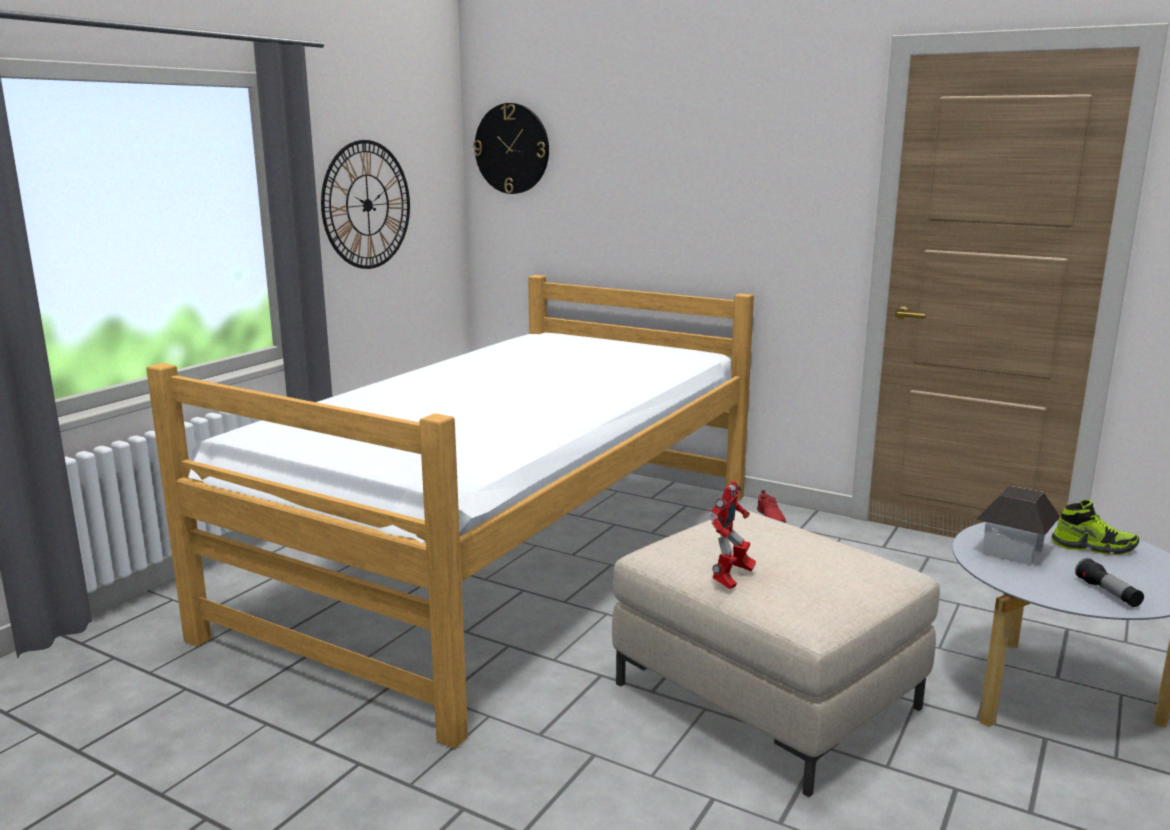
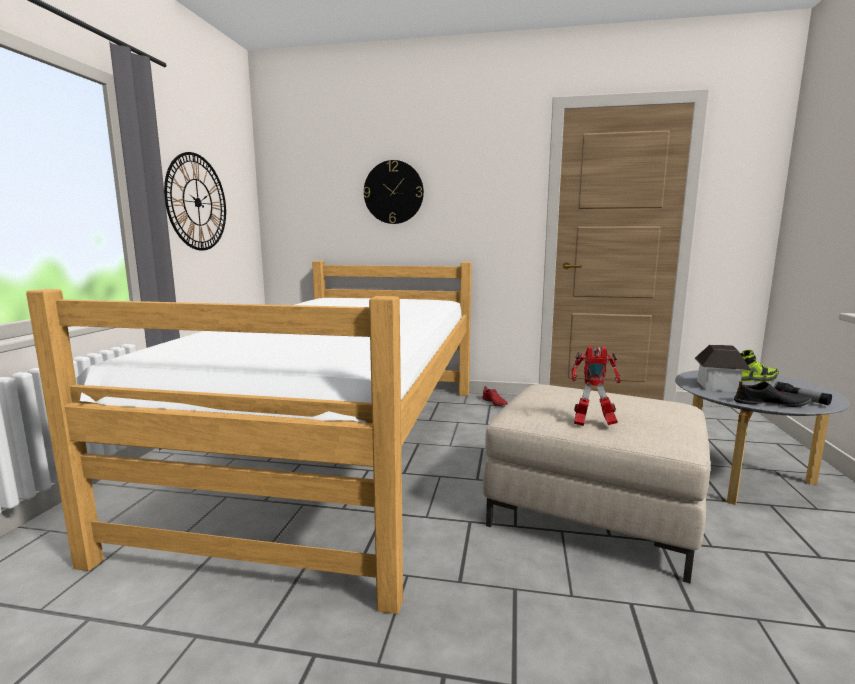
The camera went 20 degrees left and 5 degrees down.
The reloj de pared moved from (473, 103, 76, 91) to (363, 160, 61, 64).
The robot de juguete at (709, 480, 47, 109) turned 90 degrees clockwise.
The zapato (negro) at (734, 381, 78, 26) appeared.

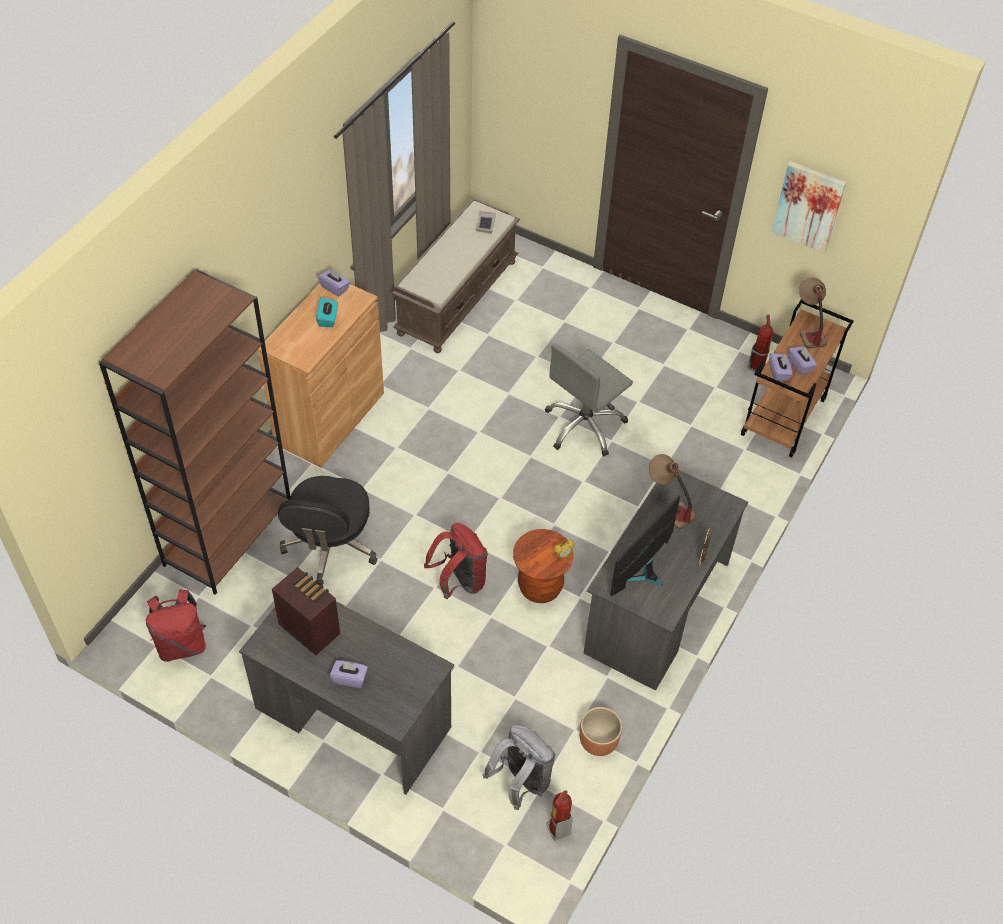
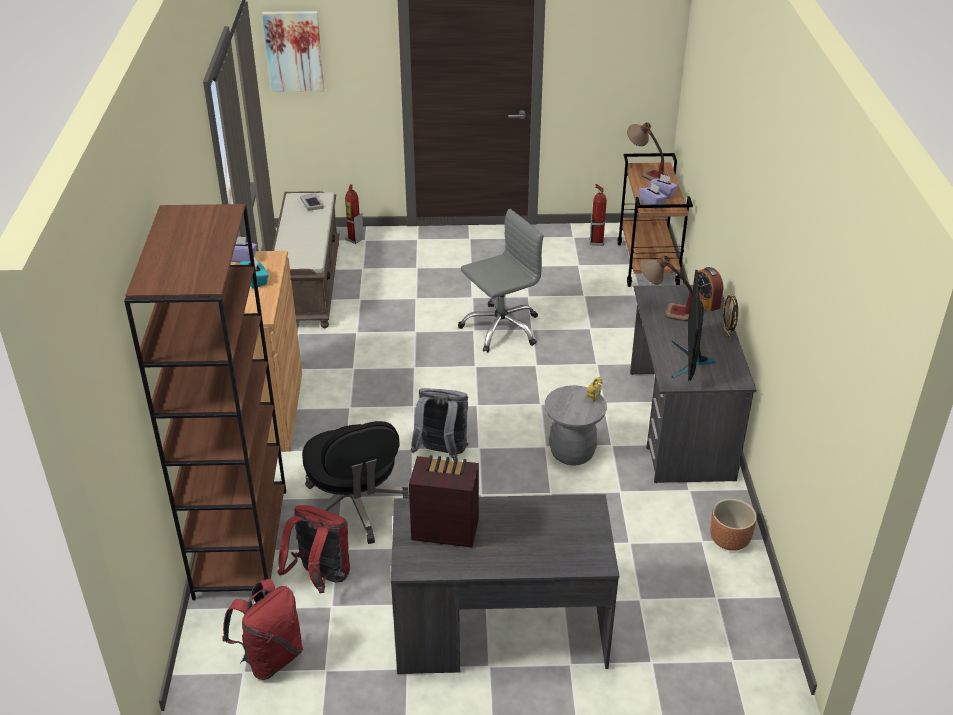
The camera went 30 degrees left and 15 degrees down.
The caja de pañuelos (morado) at (330, 660, 38, 28) disappeared.
The mochila (rojo) moved from (424, 523, 64, 76) to (278, 505, 72, 88).
The mochila (gris) moved from (482, 725, 73, 85) to (411, 388, 57, 73).
The taburete (marrón) at (513, 529, 60, 74) became the taburete (gris) at (545, 385, 62, 81).
The silla de oficina (gris) at (545, 343, 88, 113) turned 135 degrees counterclockwise.
The extintor moved from (546, 790, 27, 51) to (345, 184, 19, 60).
The cuadro moved from (772, 161, 74, 92) to (262, 11, 62, 81).
The despertador at (692, 267, 32, 45) appeared.

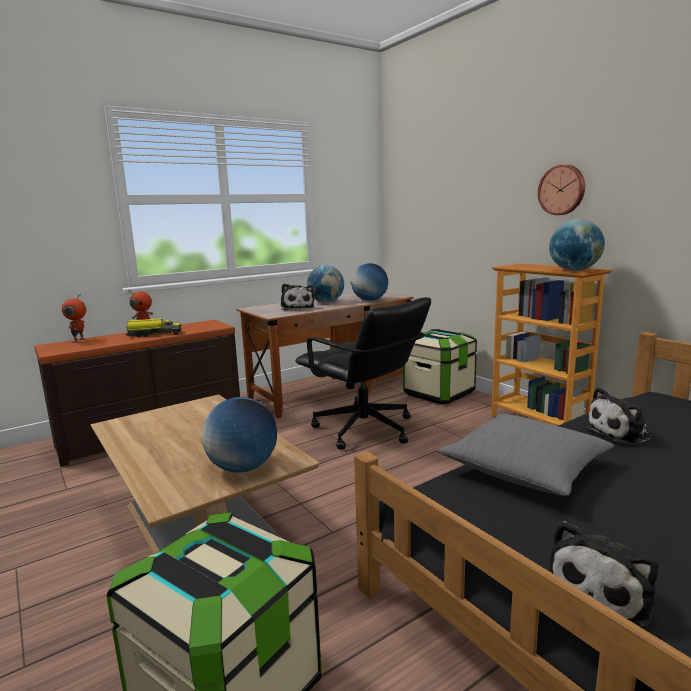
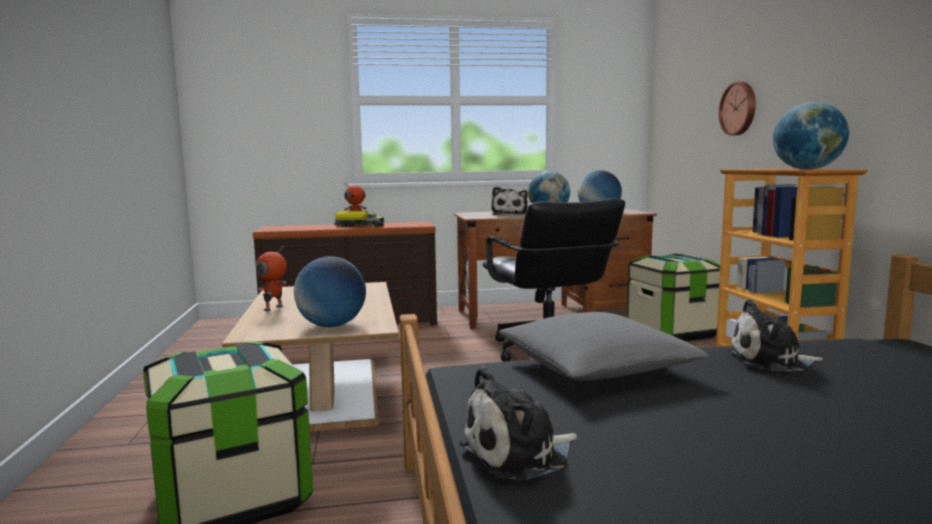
The camera went 25 degrees right and 5 degrees down.
The robot de juguete moved from (62, 294, 24, 49) to (256, 246, 31, 65).
The reloj de pared moved from (538, 164, 47, 51) to (719, 82, 37, 54).

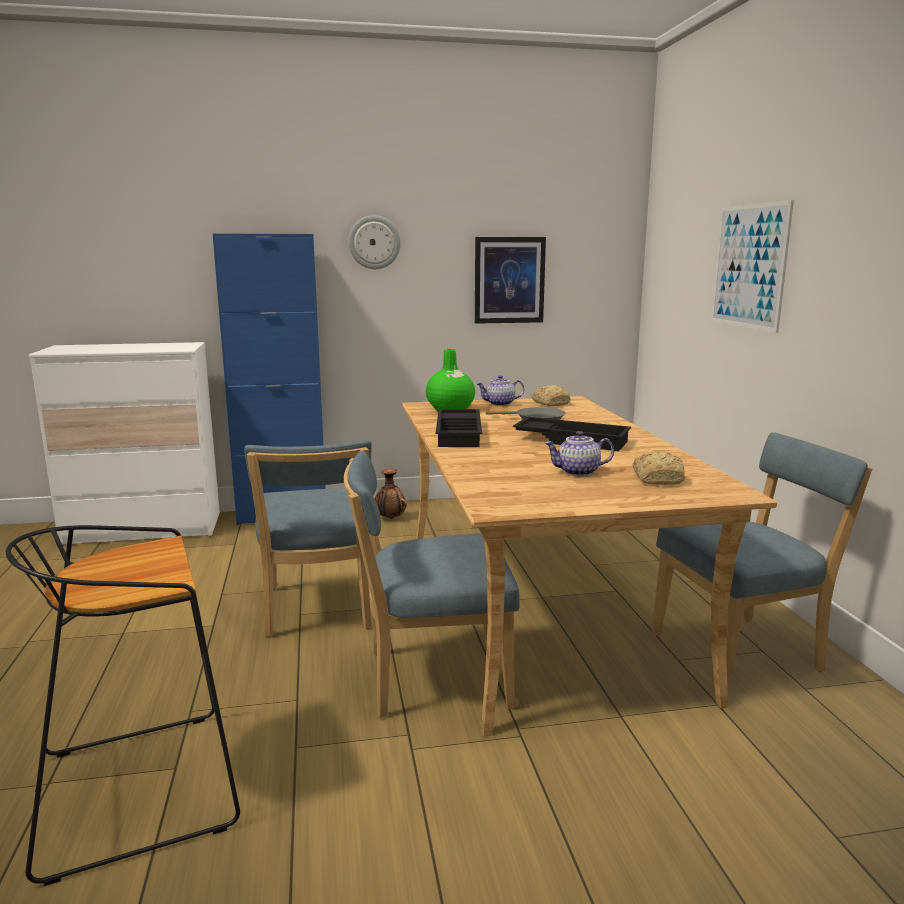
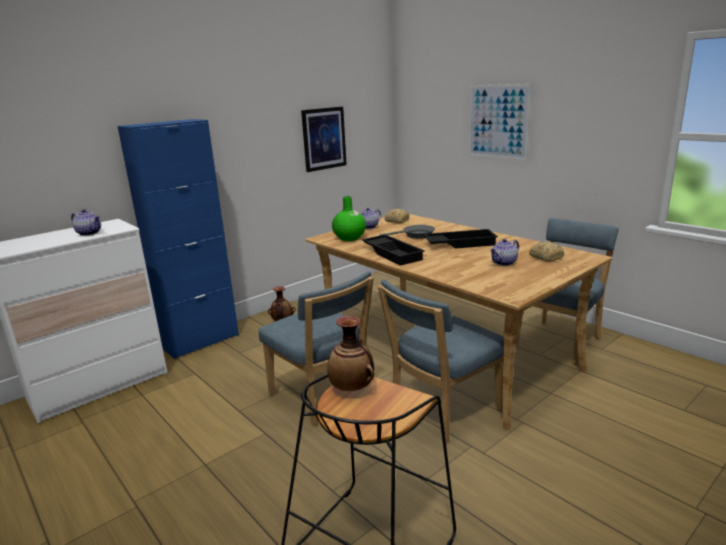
The camera went 30 degrees left and 5 degrees up.
The reloj de pared at (348, 215, 53, 54) disappeared.
The tetera at (71, 209, 30, 27) appeared.
The florero at (327, 316, 47, 75) appeared.

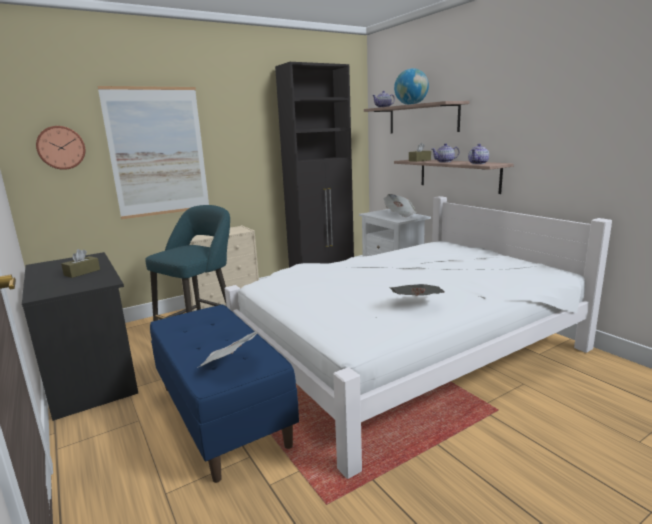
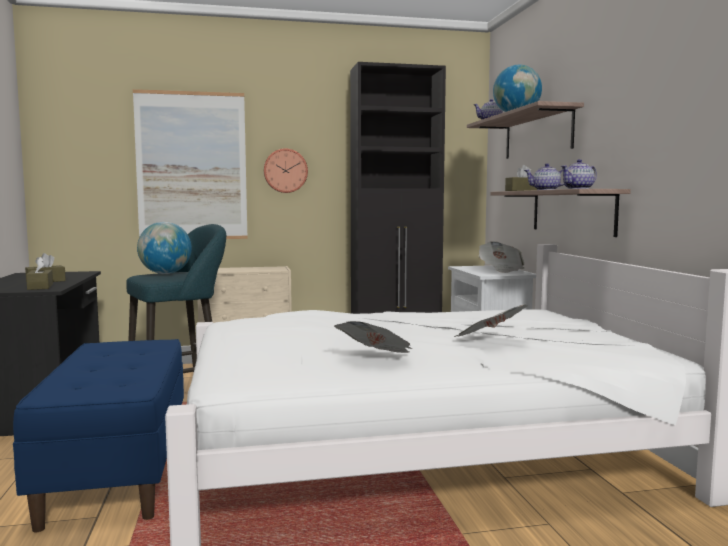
The camera went 20 degrees right and 10 degrees down.
The reloj de pared moved from (36, 126, 49, 44) to (264, 148, 44, 45).
The periódico moved from (197, 330, 61, 38) to (454, 304, 74, 33).
The caja de pañuelos (marrón) at (26, 257, 27, 33) appeared.
The globo terráqueo at (137, 222, 55, 52) appeared.

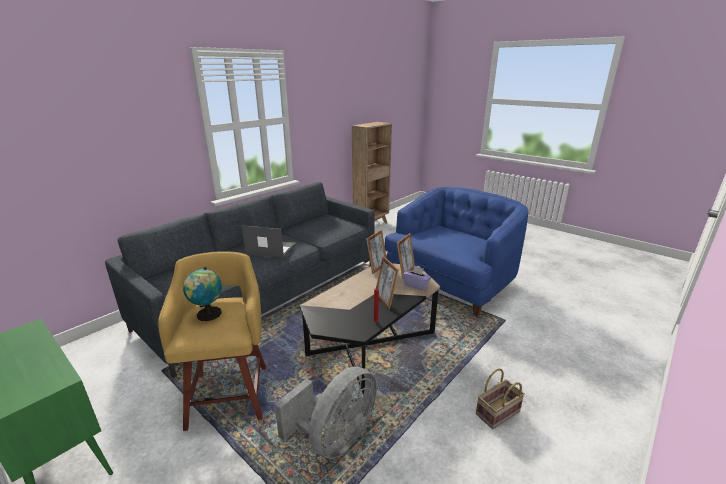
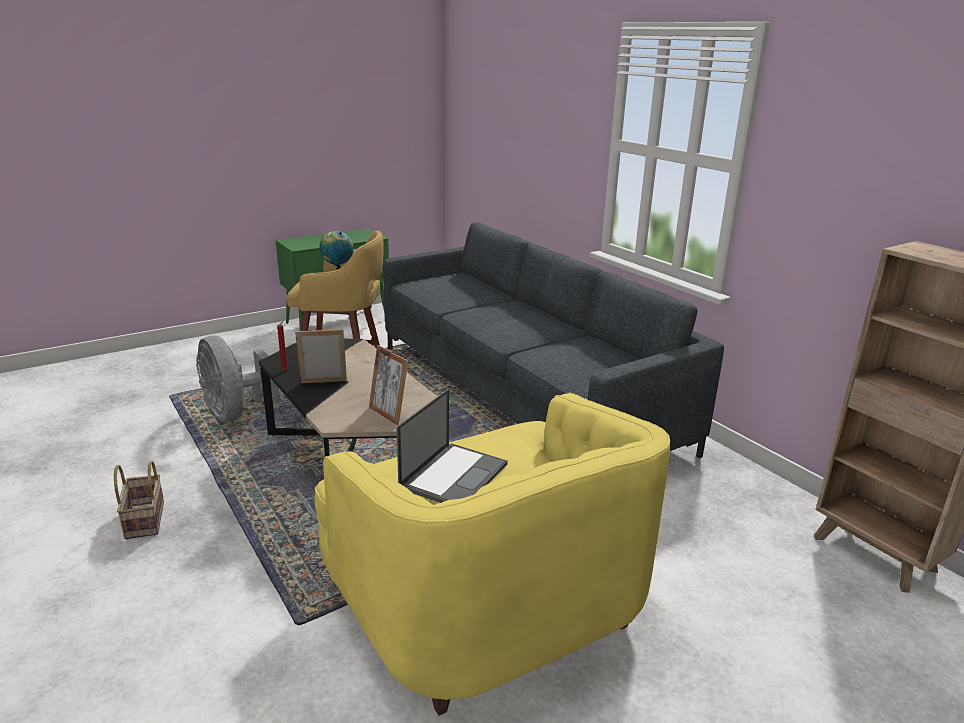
The camera went 105 degrees right and 0 degrees up.
The portátil moved from (242, 225, 54, 33) to (397, 389, 111, 114).
The portarretratos at (366, 230, 21, 44) disappeared.
The sillón (azul) at (385, 187, 143, 129) became the sillón (amarillo) at (315, 393, 356, 323).
The caja de pañuelos (morado) at (403, 266, 28, 24) disappeared.

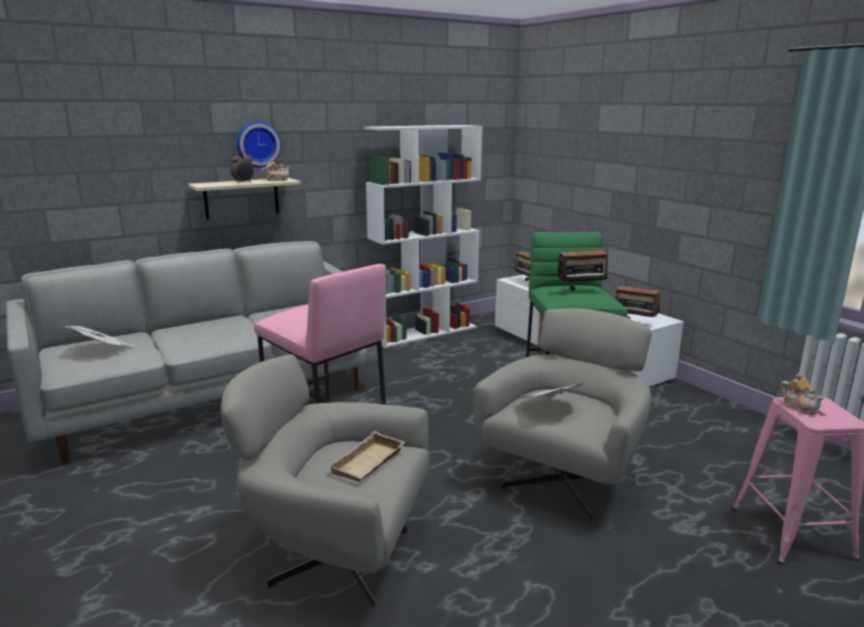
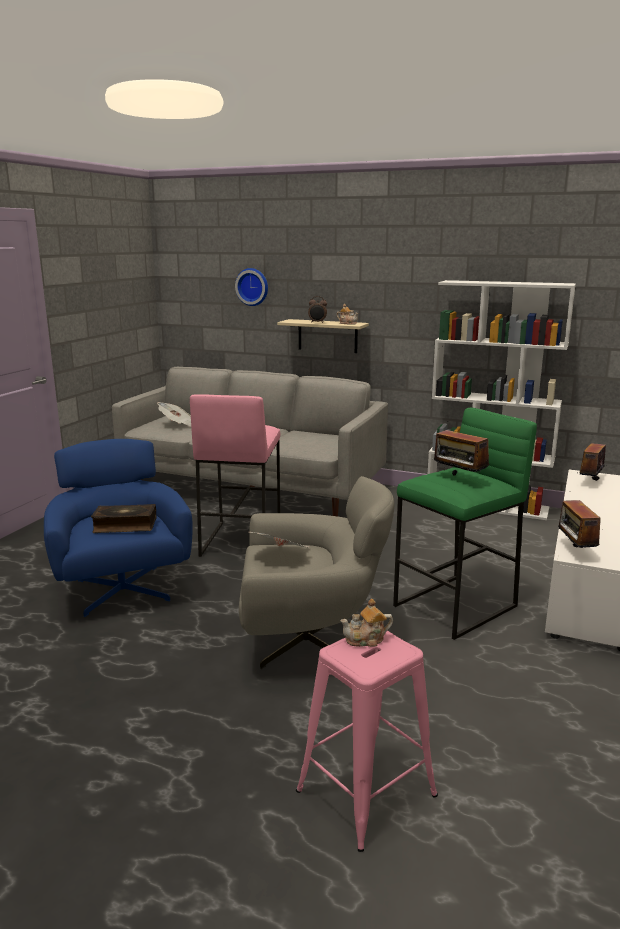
The camera went 55 degrees right and 0 degrees up.
The sillón (gris) at (221, 354, 209, 254) became the sillón (azul) at (44, 439, 149, 178).
The reloj de pared moved from (237, 121, 44, 47) to (235, 268, 33, 38).
The bandeja (beis) at (328, 431, 77, 51) was replaced by the libro at (91, 504, 65, 29).
The tetera at (781, 373, 43, 42) turned 45 degrees clockwise.

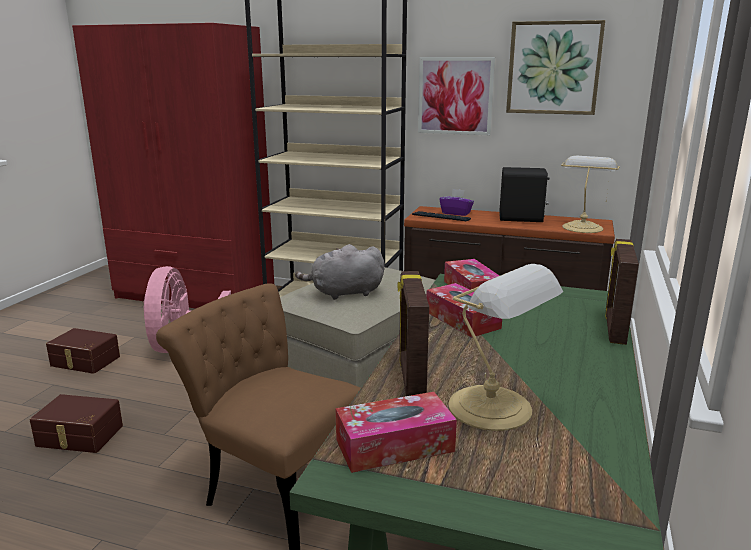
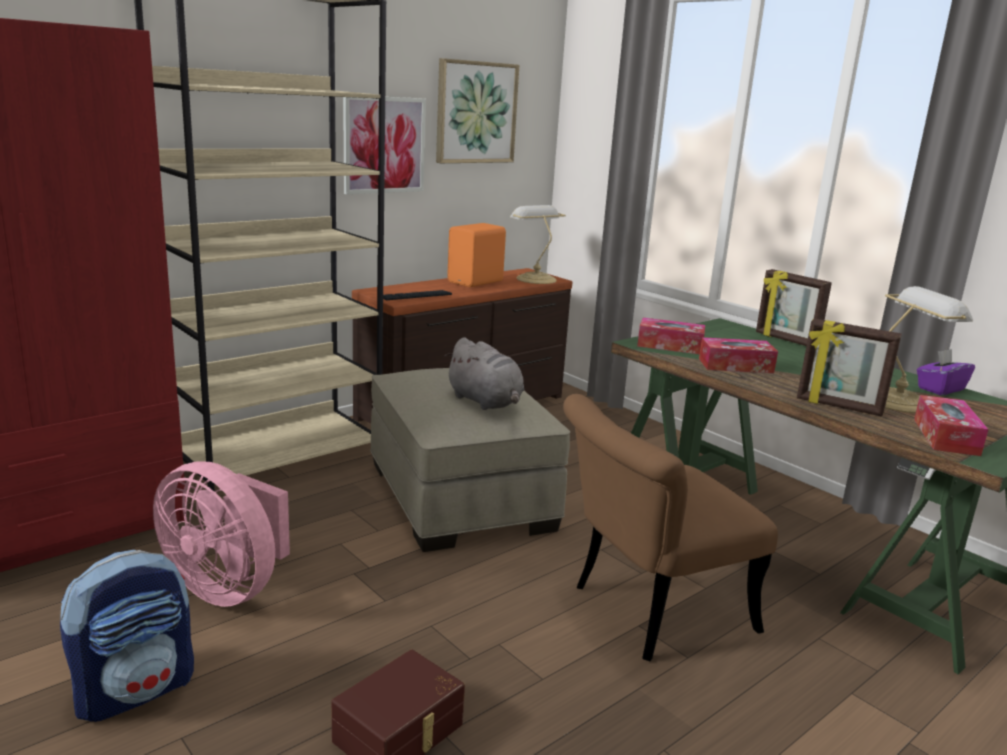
The camera went 60 degrees left and 0 degrees up.
The caja de almacenaje (marrón) at (46, 328, 74, 46) was replaced by the mochila at (60, 550, 134, 172).
The peluche (gris) at (295, 244, 90, 56) turned 60 degrees counterclockwise.
The caja de pañuelos (morado) moved from (439, 189, 35, 27) to (917, 349, 58, 46).
The altavoz (negro) at (499, 167, 50, 55) became the altavoz (naranja) at (447, 223, 59, 64).

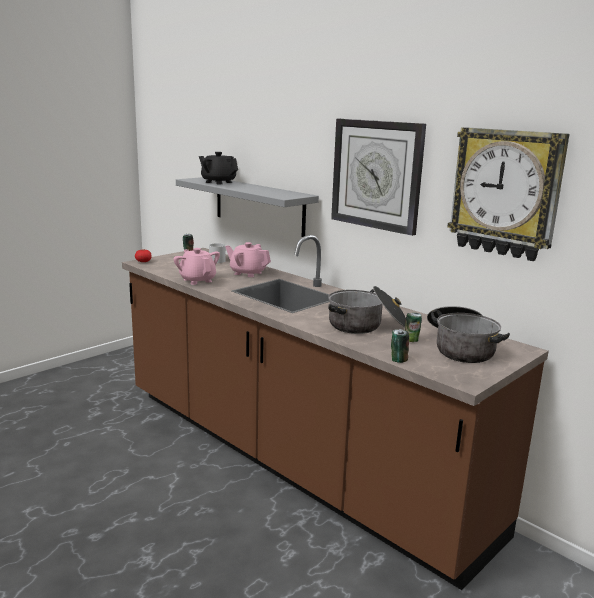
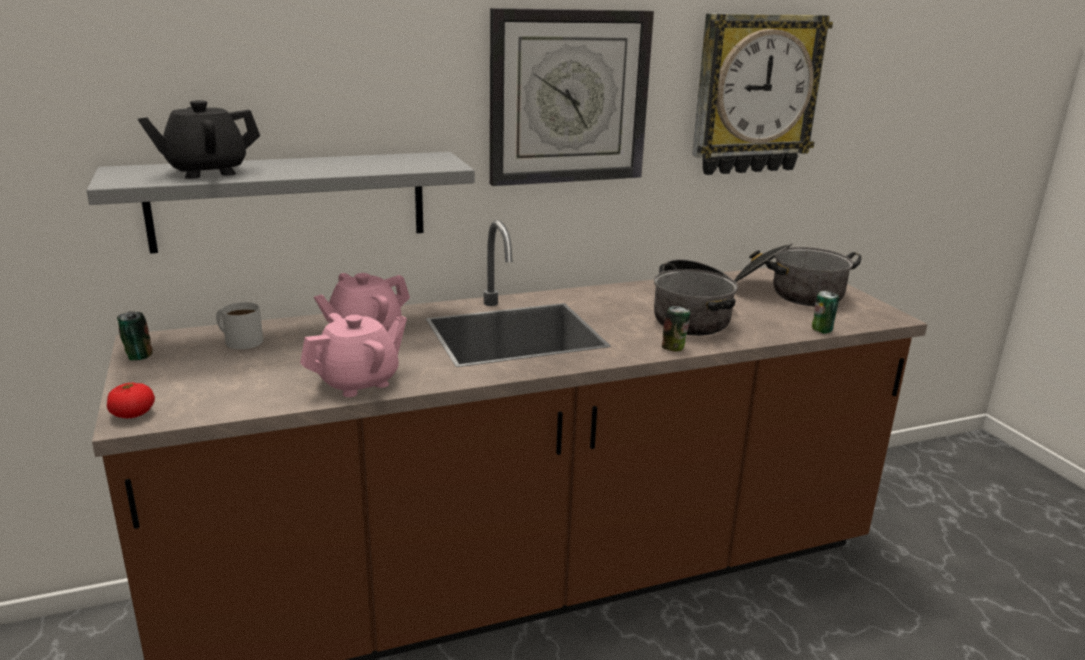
The camera went 65 degrees left and 5 degrees up.
The tetera (rosa) at (174, 248, 46, 37) turned 150 degrees clockwise.
The lata moved from (405, 313, 17, 29) to (662, 306, 28, 45).

